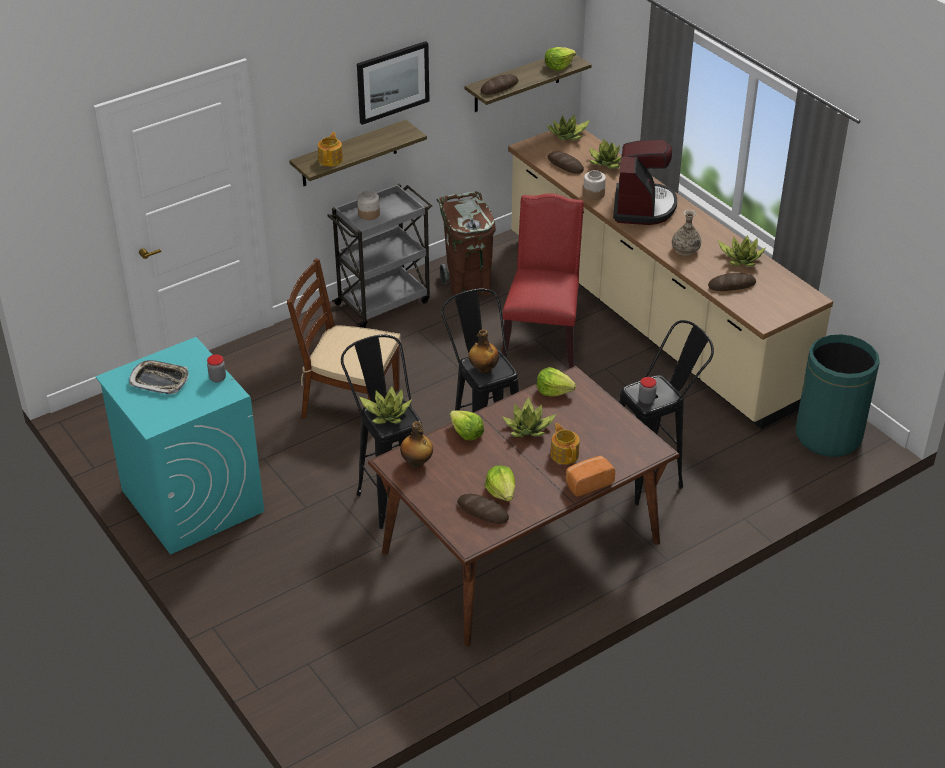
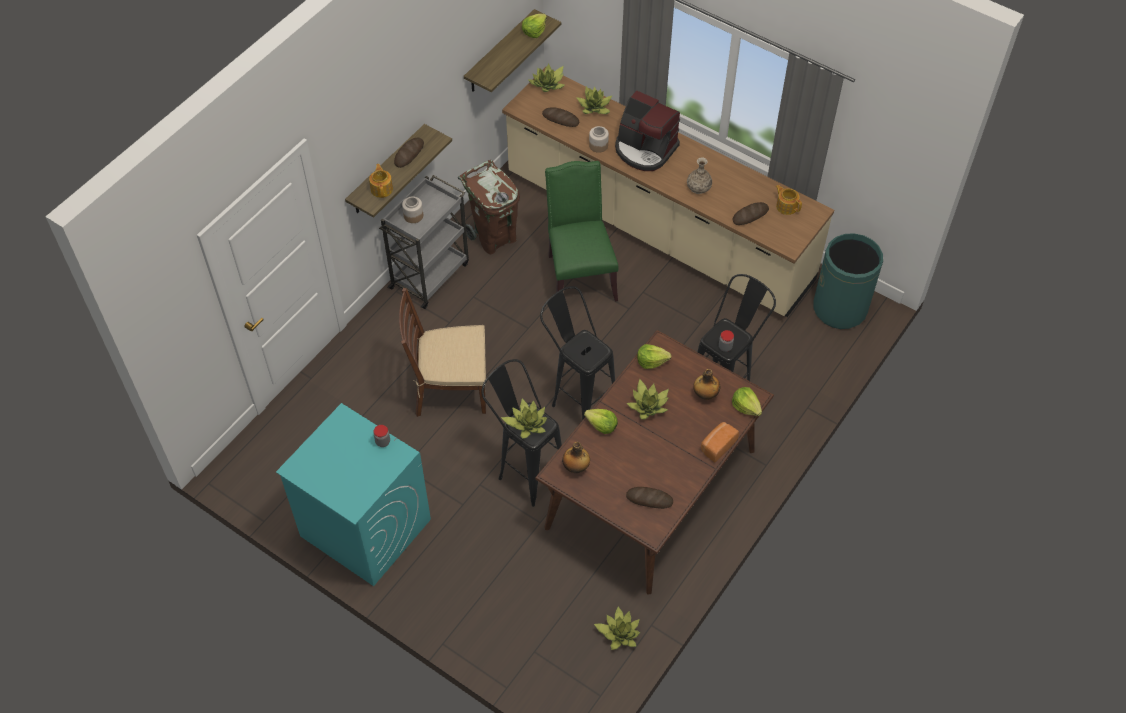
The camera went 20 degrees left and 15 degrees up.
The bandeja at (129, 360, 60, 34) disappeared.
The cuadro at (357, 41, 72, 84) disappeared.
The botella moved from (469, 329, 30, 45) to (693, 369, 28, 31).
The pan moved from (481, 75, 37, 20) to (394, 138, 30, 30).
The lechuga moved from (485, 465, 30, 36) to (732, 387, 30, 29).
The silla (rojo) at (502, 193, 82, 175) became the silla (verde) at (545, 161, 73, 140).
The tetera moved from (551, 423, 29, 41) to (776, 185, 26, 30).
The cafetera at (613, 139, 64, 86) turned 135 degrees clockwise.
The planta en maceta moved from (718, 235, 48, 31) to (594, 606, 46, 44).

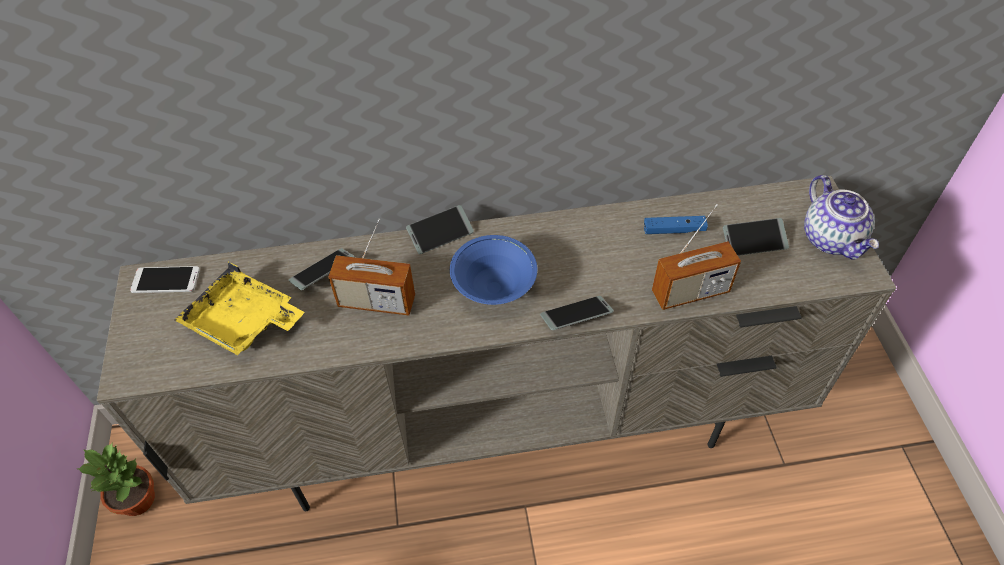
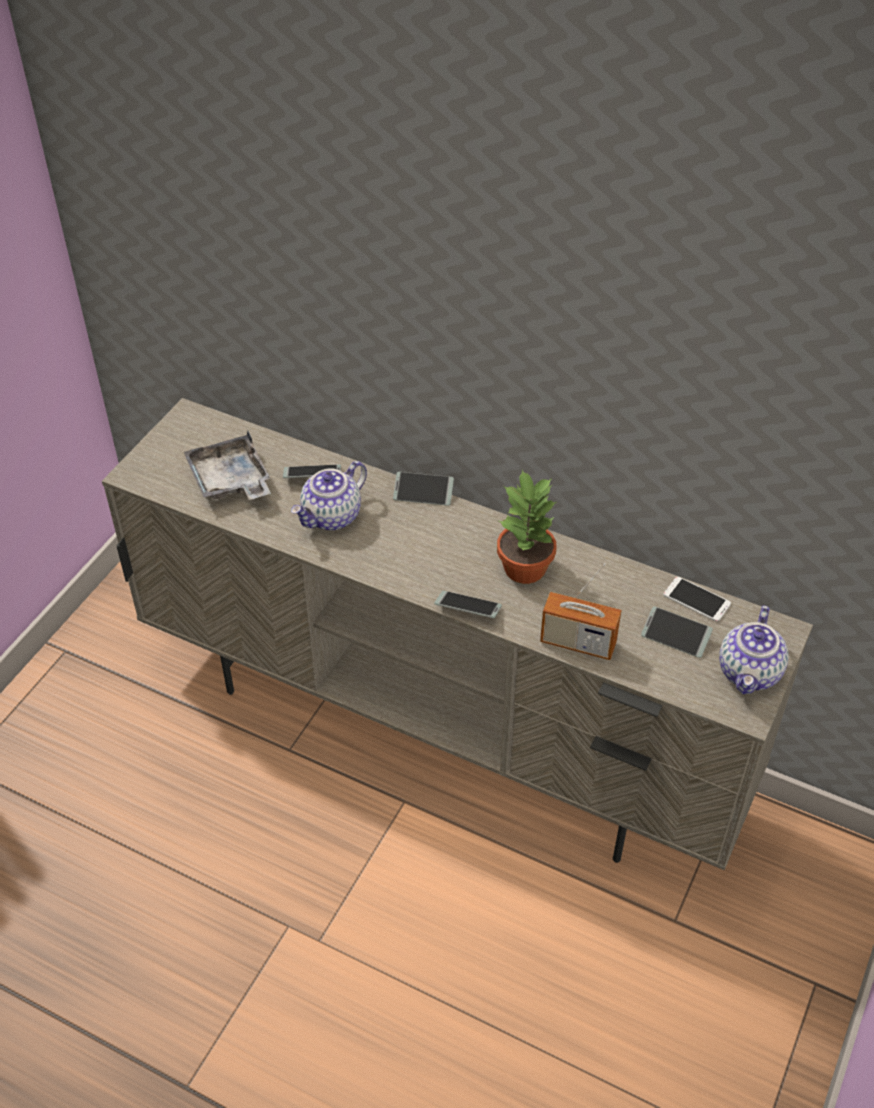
The camera went 35 degrees right and 5 degrees down.
The planta en maceta moved from (77, 443, 78, 73) to (497, 470, 60, 114).
The móvil moved from (130, 266, 70, 27) to (664, 577, 67, 45).
The bandeja (amarillo) at (174, 262, 131, 93) became the bandeja (gris) at (184, 431, 87, 69).
The radio at (328, 219, 87, 96) was replaced by the tetera at (291, 461, 76, 69).
The cuenco (azul) at (450, 235, 88, 70) disappeared.
The mando de consola (azul) at (644, 216, 64, 18) disappeared.

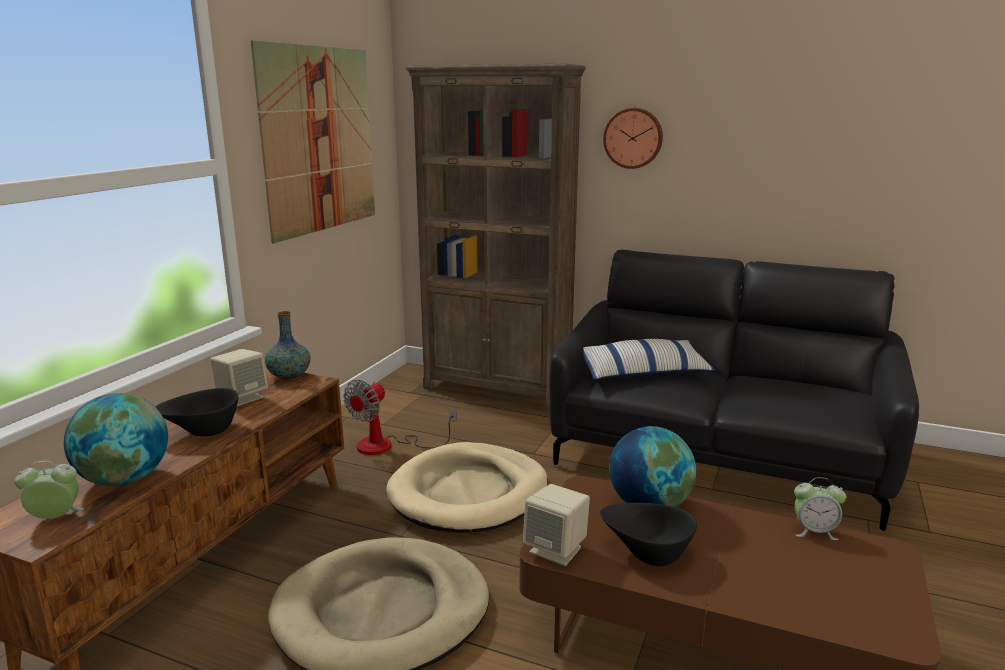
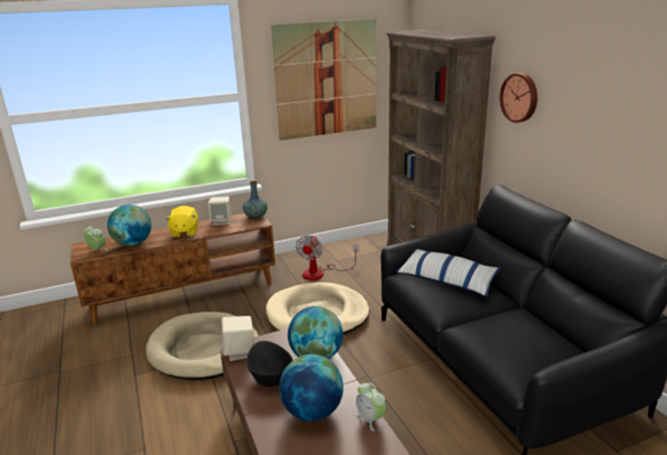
The camera went 45 degrees right and 5 degrees up.
The cuenco (negro) at (155, 388, 83, 48) was replaced by the peluche (amarillo) at (165, 206, 33, 32).
The ventilador at (343, 380, 114, 75) turned 60 degrees counterclockwise.
The globo terráqueo at (279, 354, 64, 67) appeared.

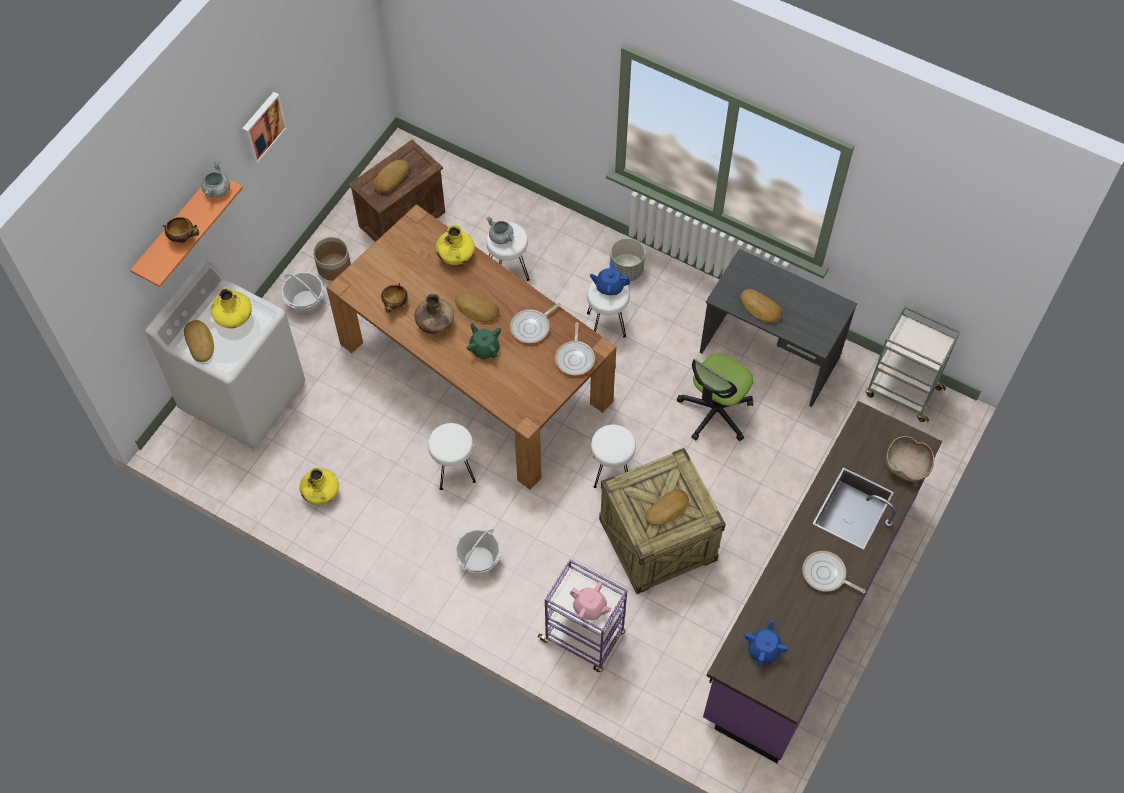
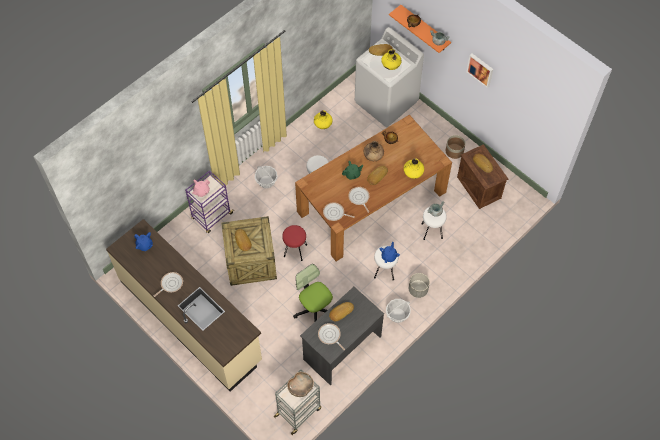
The camera went 105 degrees right and 0 degrees up.
The cesta moved from (281, 272, 43, 41) to (386, 299, 25, 24).
The taburete (blanco) at (591, 425, 45, 63) became the taburete (rojo) at (282, 225, 25, 36).
The mueble bajo de cocina (morado) at (703, 401, 239, 362) became the mueble bajo de cocina (beis) at (106, 219, 156, 173).
The cuenco (marrón) moved from (886, 436, 48, 46) to (287, 372, 27, 25).
The sartén at (318, 323, 27, 27) appeared.

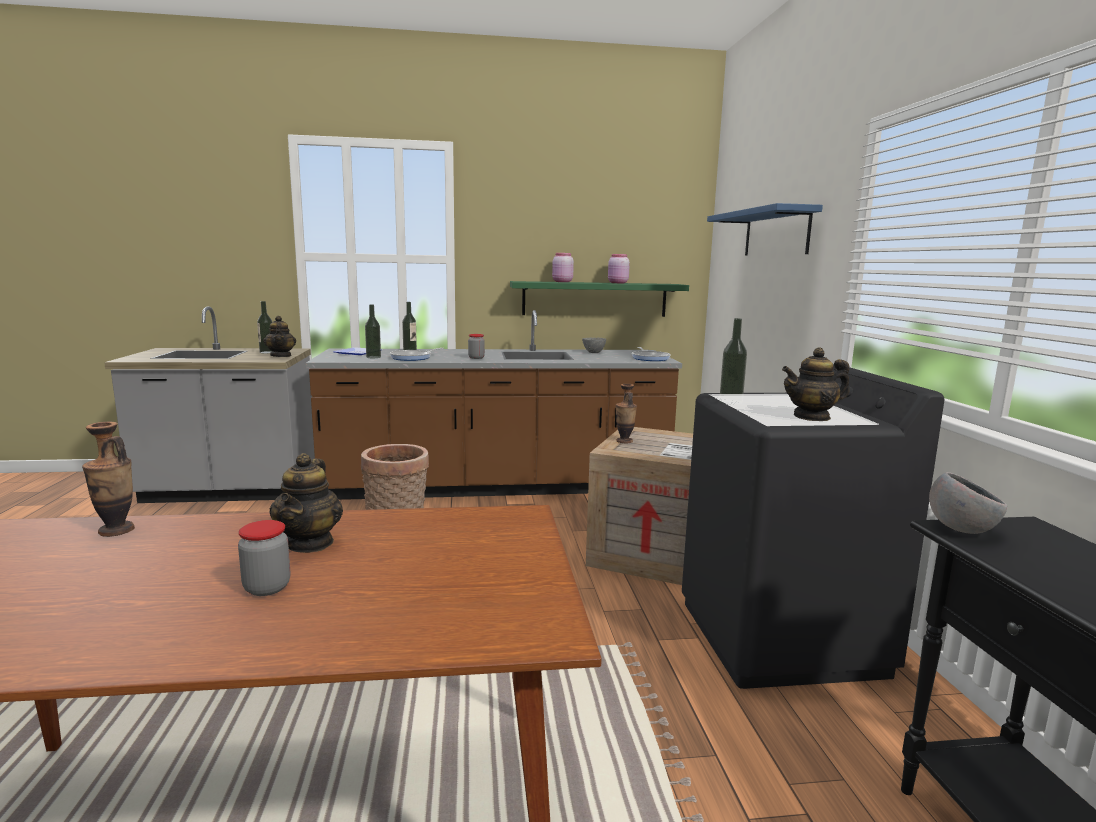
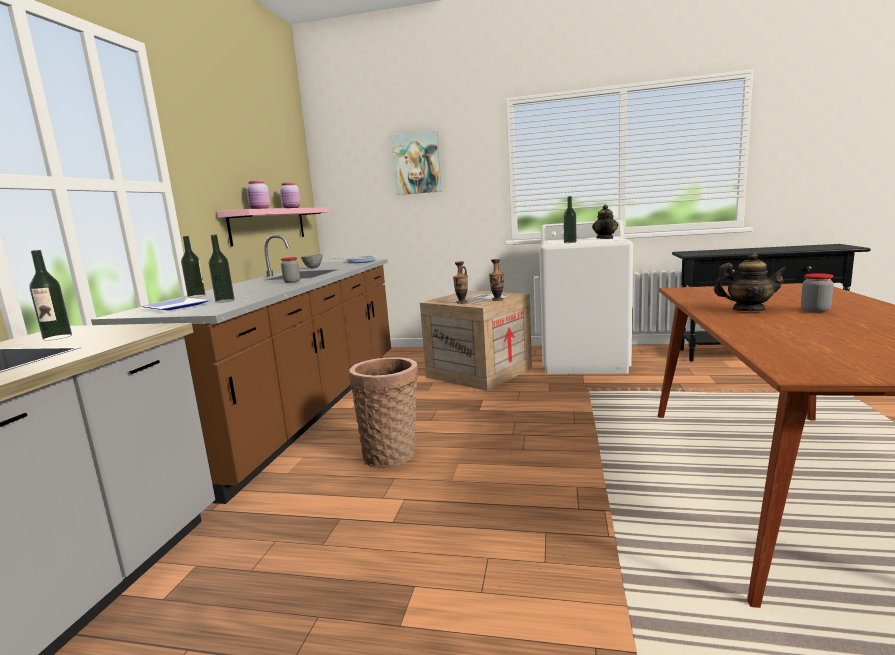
The camera went 70 degrees left and 0 degrees up.
The florero moved from (82, 422, 53, 115) to (489, 259, 15, 42).
The tetera at (263, 316, 33, 41) disappeared.
The sartén at (390, 348, 54, 13) disappeared.
The estante (verde) at (510, 281, 179, 36) became the estante (rosa) at (217, 208, 113, 38).
The lavadora (negro) at (682, 364, 262, 325) became the lavadora (blanco) at (539, 220, 94, 154).
The estante (azul) at (707, 203, 116, 53) was replaced by the cuadro at (391, 131, 51, 64).
The cuenco (gris) at (929, 472, 78, 62) disappeared.

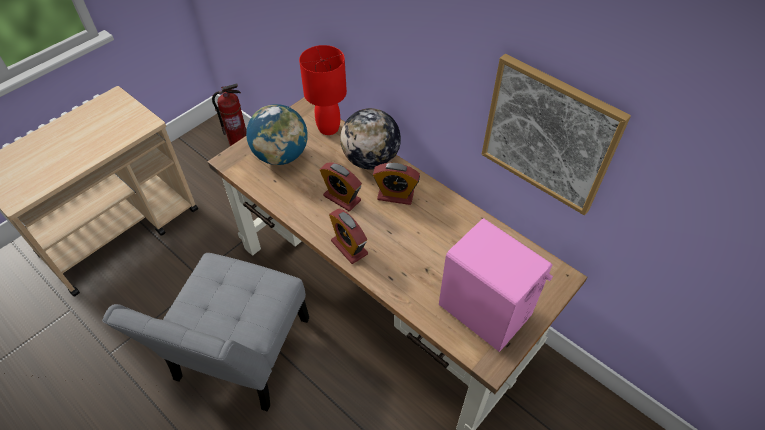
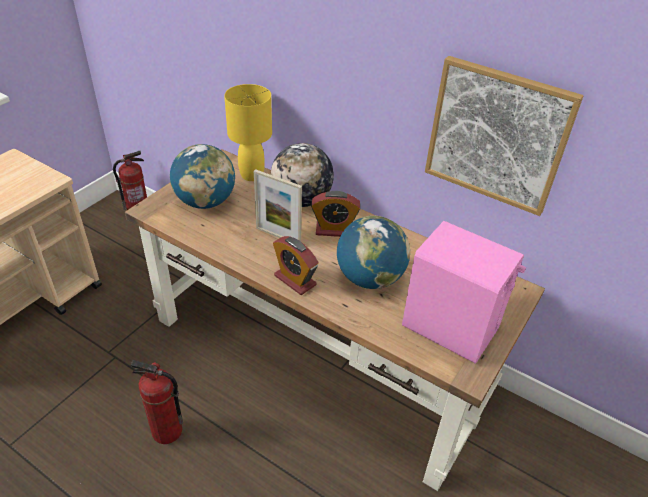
The camera went 10 degrees left and 10 degrees down.
The silla (gris) at (102, 253, 207, 159) was replaced by the extintor at (131, 360, 52, 84).
The lámpara de mesa (rojo) at (299, 45, 48, 90) became the lámpara de mesa (amarillo) at (224, 84, 48, 97).
The despertador at (320, 162, 42, 49) was replaced by the portarretratos at (254, 169, 48, 72).
The globo terráqueo at (337, 216, 73, 73) appeared.

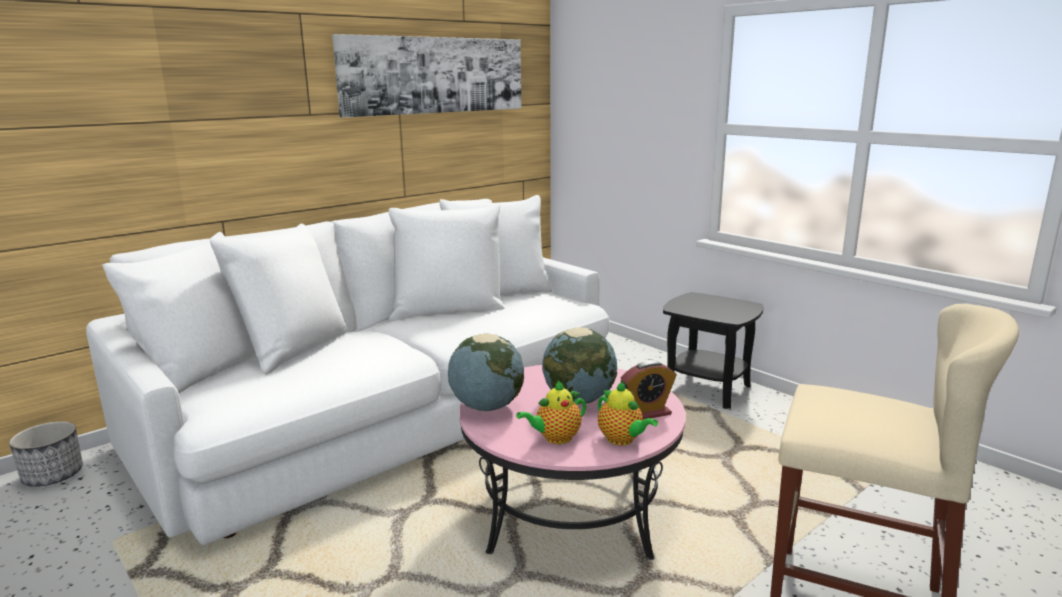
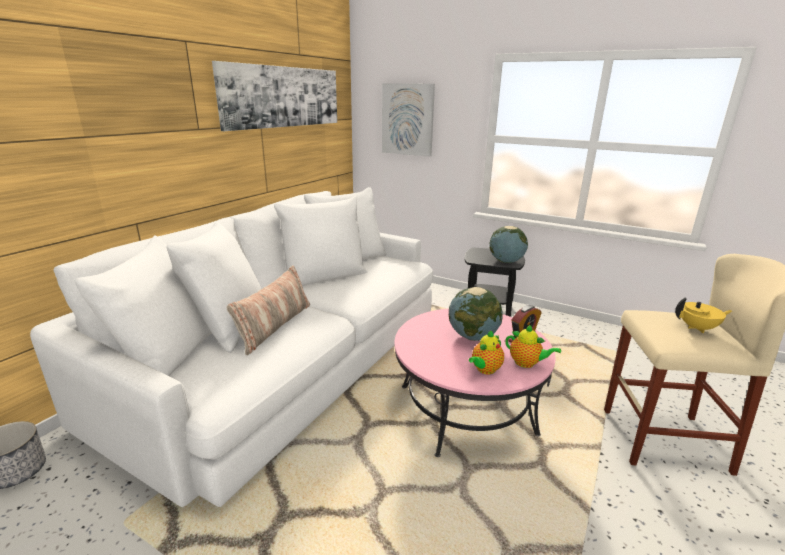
The camera went 20 degrees left and 5 degrees up.
The globo terráqueo moved from (448, 334, 76, 77) to (489, 226, 39, 37).
The cojín at (227, 265, 83, 90) appeared.
The cuadro at (382, 83, 53, 74) appeared.
The tetera (amarillo) at (675, 297, 57, 36) appeared.

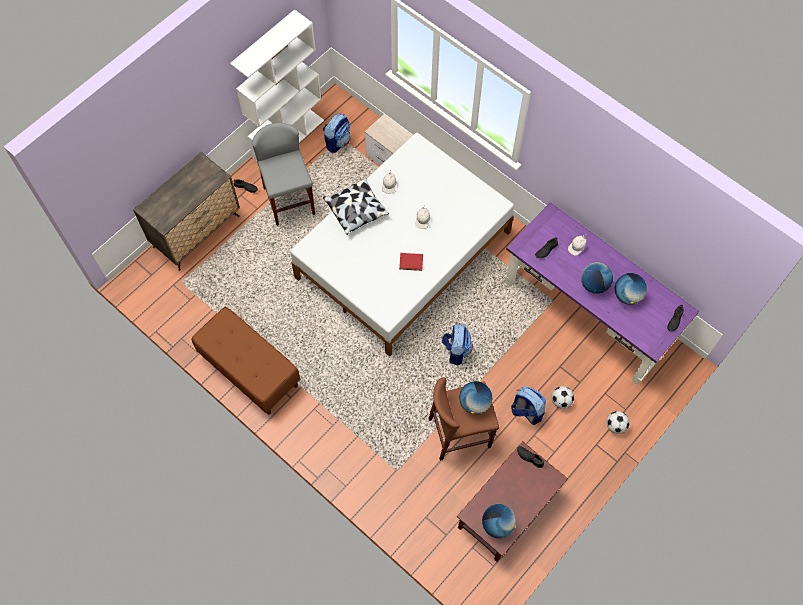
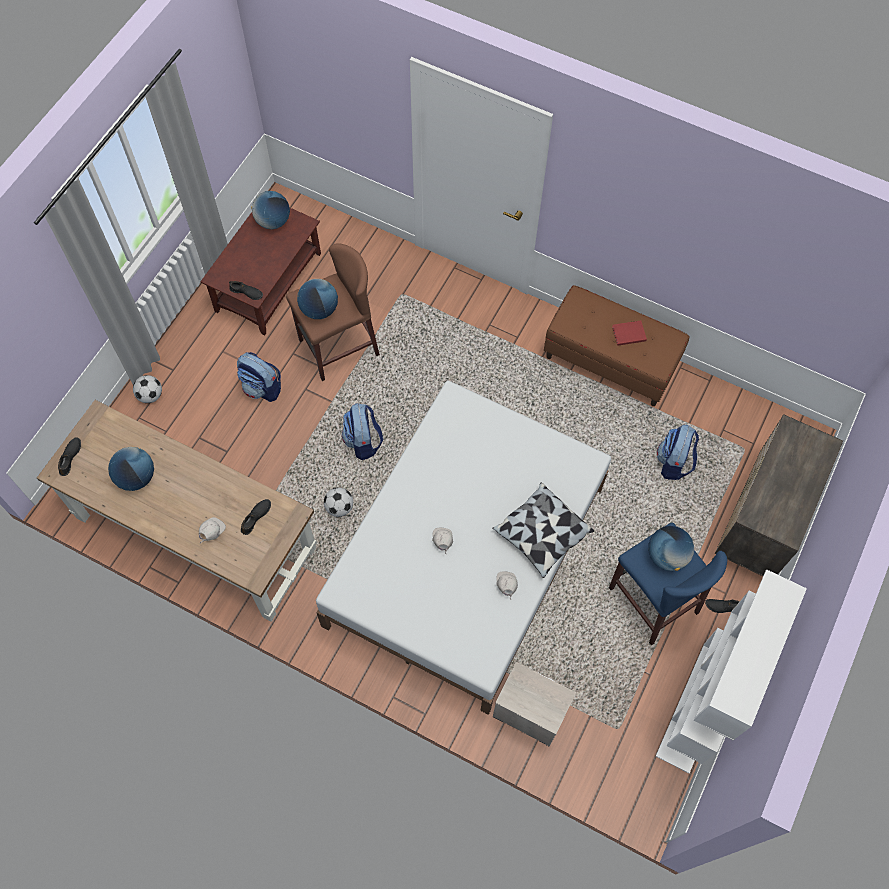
The camera went 165 degrees right and 0 degrees up.
The taburete (gris) at (252, 123, 63, 103) became the taburete (azul) at (609, 522, 118, 123).
The mochila moved from (323, 114, 28, 39) to (657, 424, 42, 56).
The libro (rojo) moved from (399, 253, 24, 18) to (612, 320, 35, 26).
The escritorio (morado) at (505, 202, 194, 183) became the escritorio (marrón) at (37, 400, 280, 222).
The balón de fútbol moved from (551, 386, 23, 23) to (324, 487, 29, 30).
The globo terráqueo moved from (581, 262, 32, 32) to (648, 526, 46, 45).

